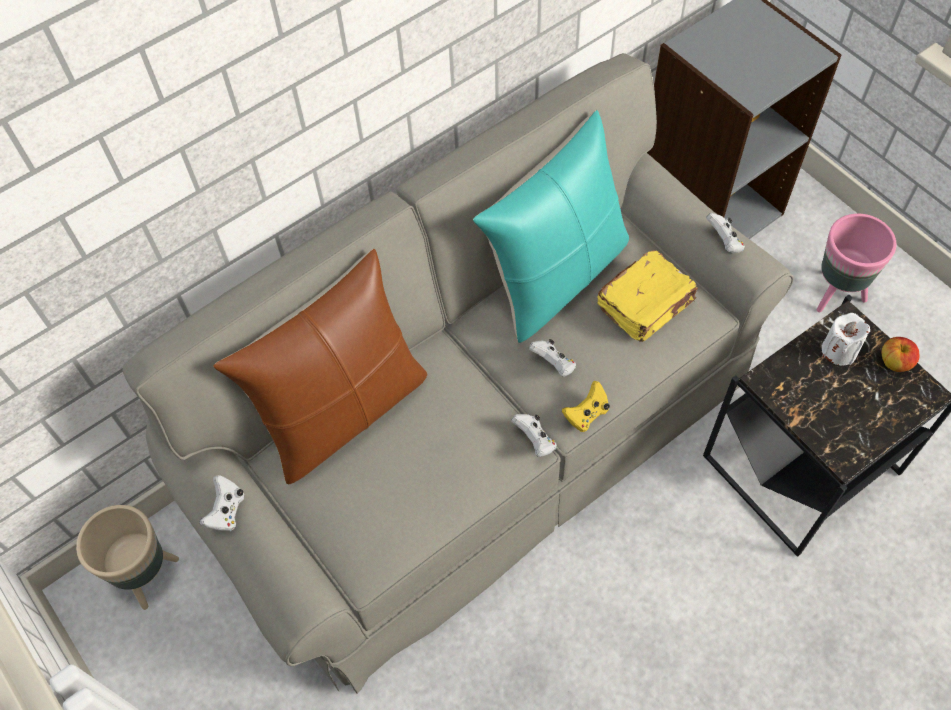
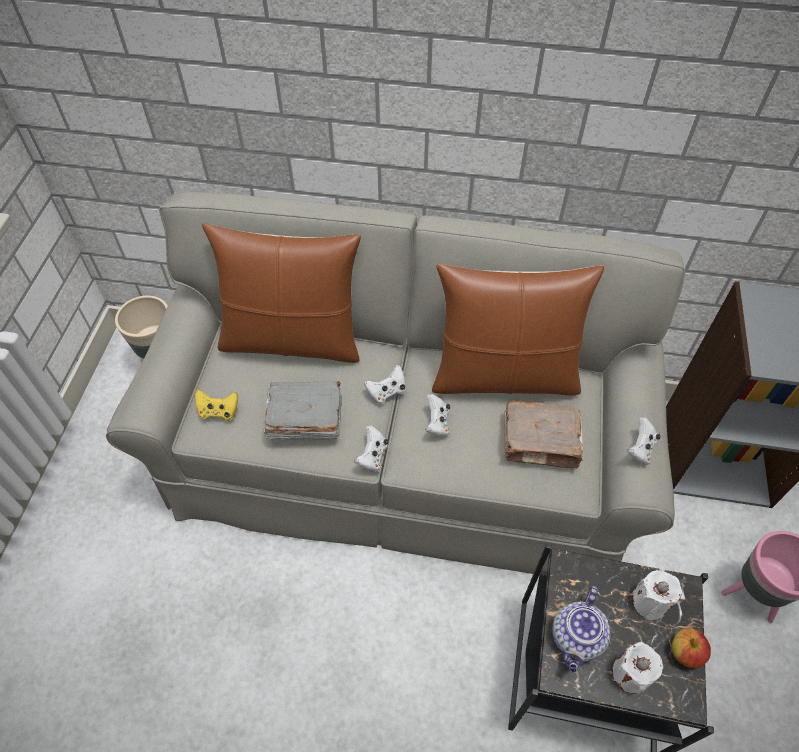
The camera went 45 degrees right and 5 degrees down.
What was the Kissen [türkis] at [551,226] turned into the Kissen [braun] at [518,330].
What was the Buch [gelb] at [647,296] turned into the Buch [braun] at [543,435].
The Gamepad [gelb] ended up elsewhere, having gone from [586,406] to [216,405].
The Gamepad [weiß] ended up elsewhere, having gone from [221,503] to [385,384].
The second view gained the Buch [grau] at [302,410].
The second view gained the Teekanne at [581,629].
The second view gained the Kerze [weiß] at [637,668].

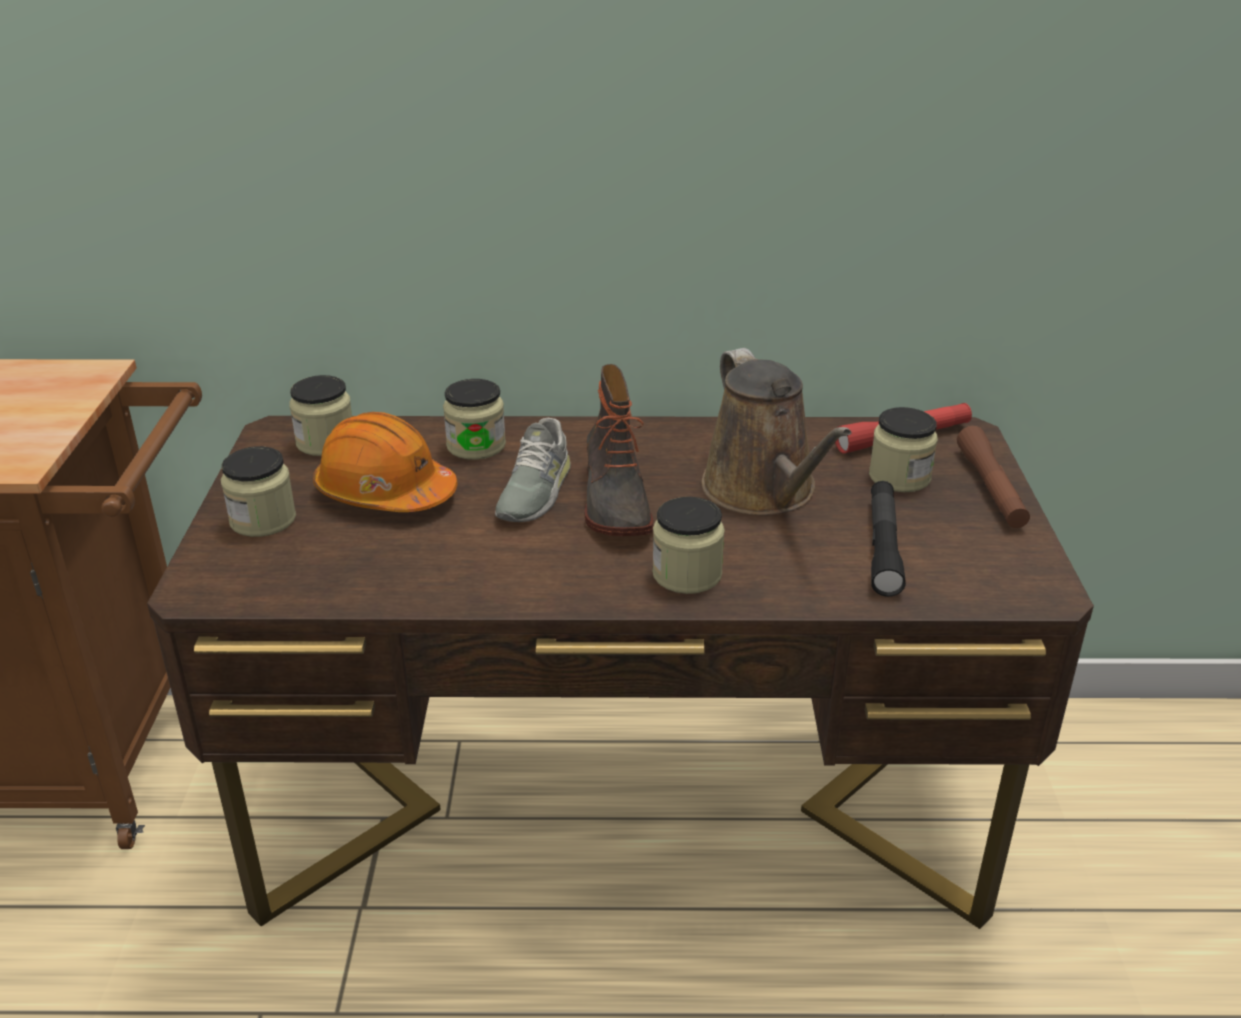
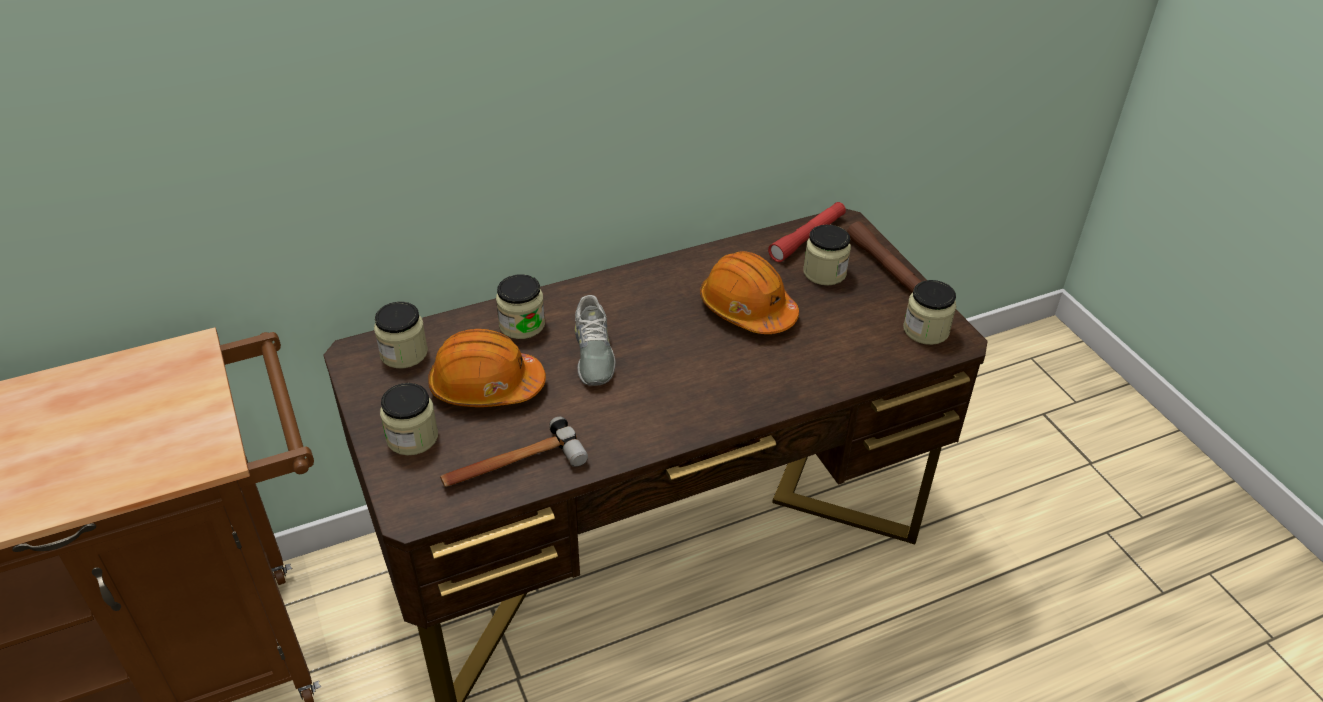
The camera went 25 degrees left and 10 degrees up.
Where the Gießkanne [braun] stood at [777,431], the Schutzhelm [orange] came to stand at [749,292].
The second view lost the Stiefel at [619,450].
The second view lost the Taschenlampe [schwarz] at [888,539].
The Vorratsglas ended up elsewhere, having gone from [688,545] to [930,312].
The second view gained the Hammer at [514,452].

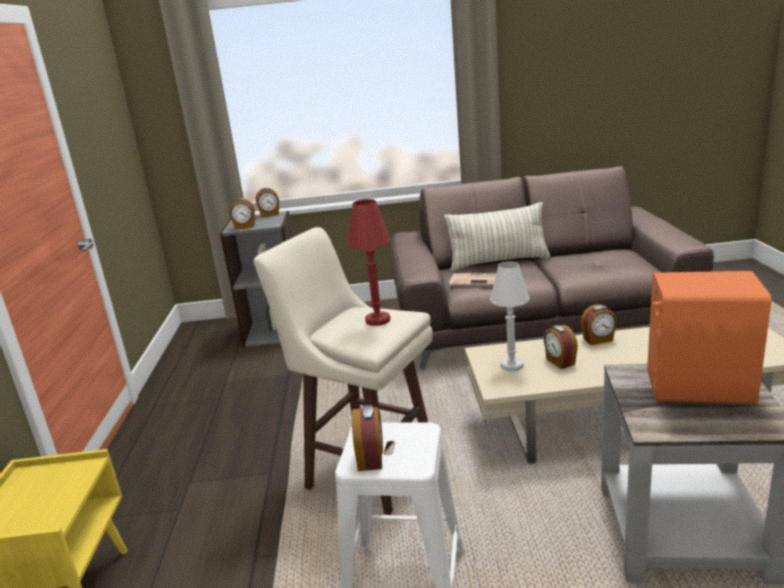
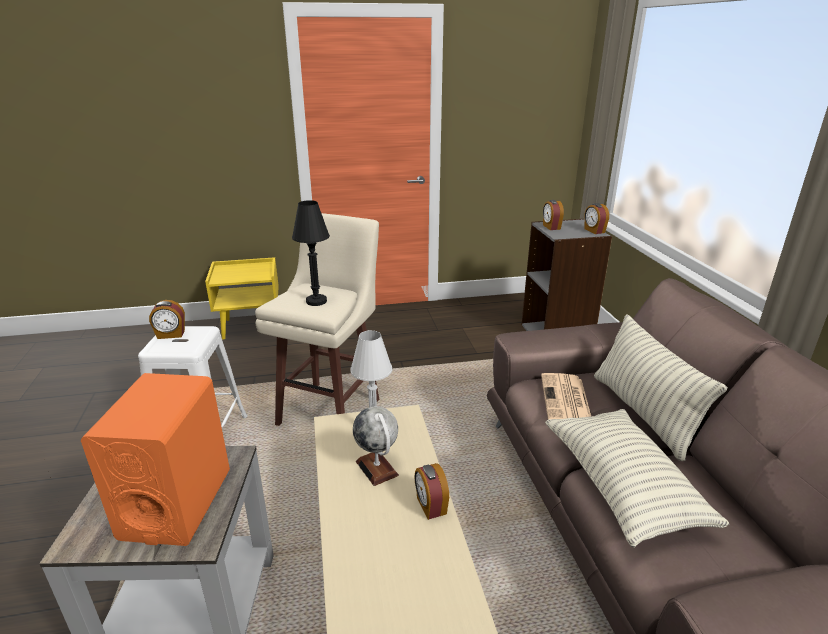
The camera went 80 degrees right and 5 degrees up.
What was the Tischlampe [rot] at [369,262] turned into the Tischlampe [schwarz] at [311,253].
Where the Wecker stood at [561,347], the Globus came to stand at [376,446].
The second view gained the Kissen at [637,478].

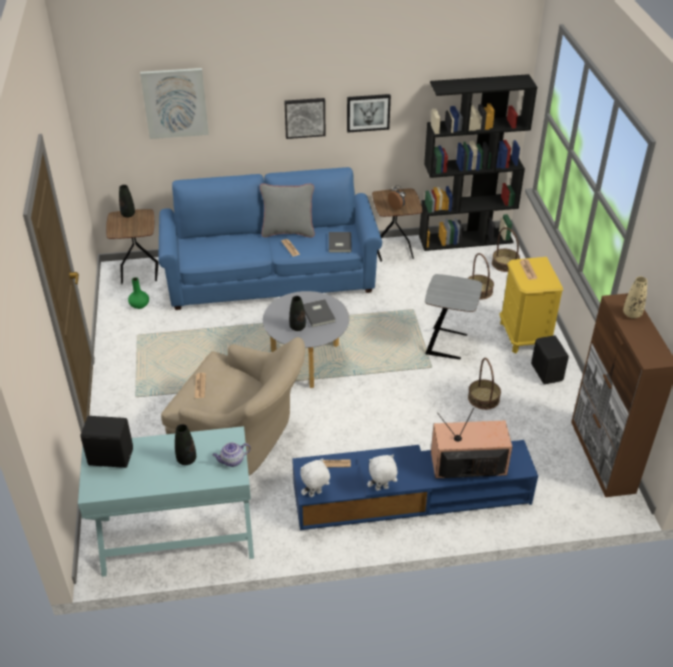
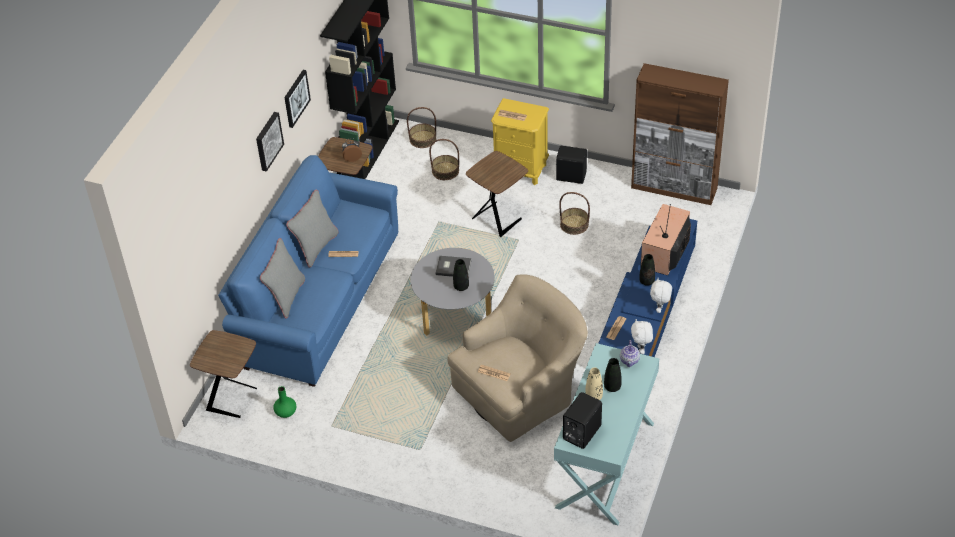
The camera went 60 degrees left and 5 degrees up.
The second view lost the Bild at [174,103].
The Vase [schwarz] ended up elsewhere, having gone from [127,201] to [647,270].
The second view lost the Buch [grau] at [340,242].
What was the Beistelltisch [grau] at [453,316] turned into the Beistelltisch [braun] at [497,194].
The Vase [beige] ended up elsewhere, having gone from [635,297] to [594,384].
The second view gained the Kissen [grau] at [282,278].

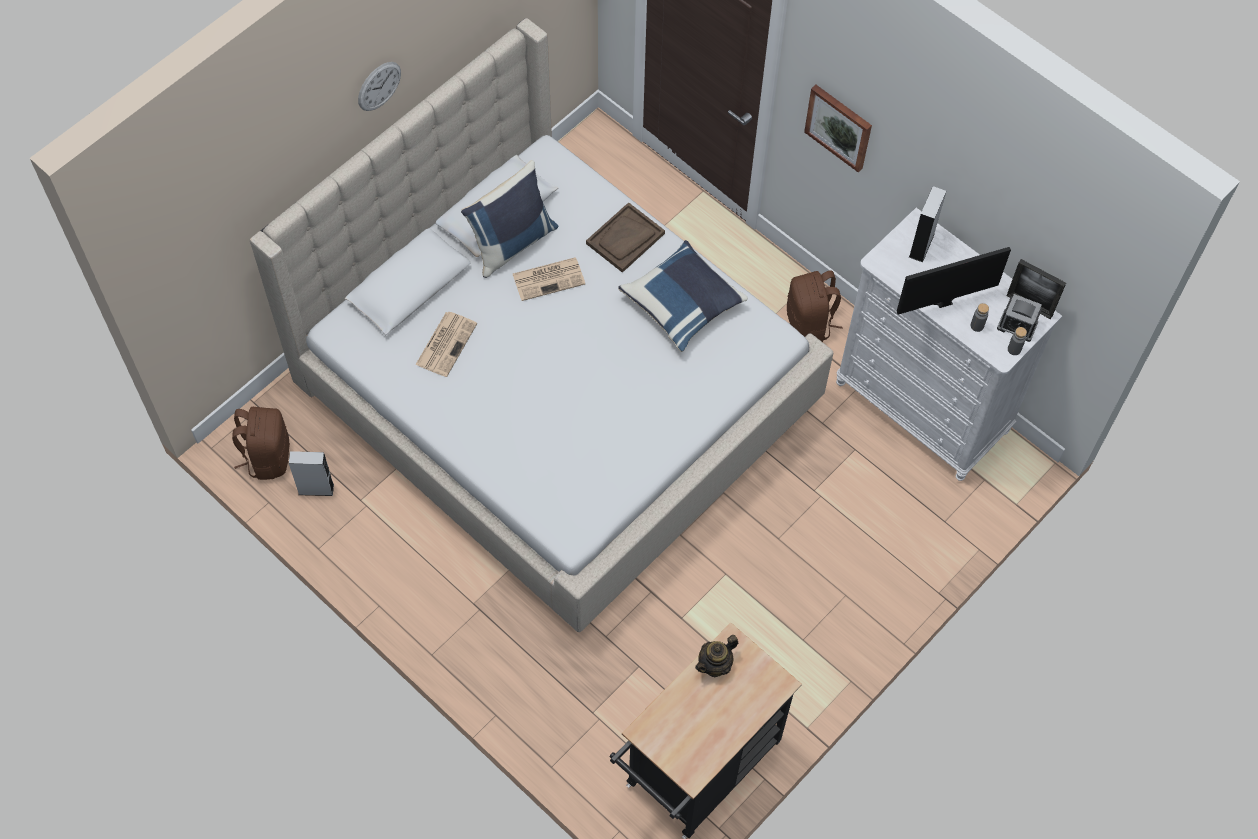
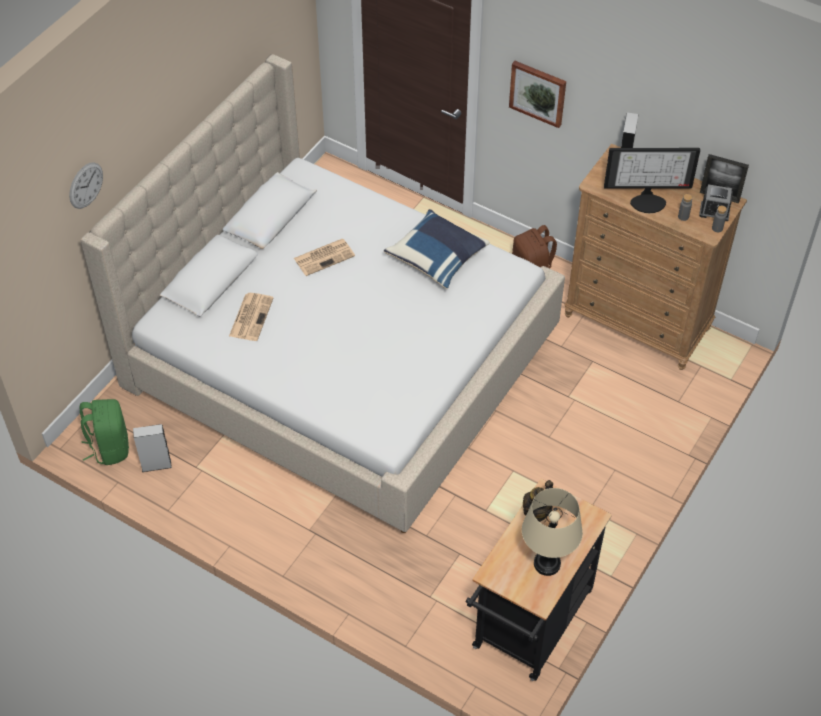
The camera went 10 degrees left and 10 degrees down.
The Wanduhr ended up elsewhere, having gone from [379,86] to [86,186].
The second view lost the Kissen [blau] at [509,219].
The second view lost the Tablett [braun] at [625,237].
What was the Kommode [weiß] at [949,344] turned into the Kommode [braun] at [656,257].
The Monitor at [954,281] ended up facing another way, 150 degrees counterclockwise from before.
What was the Rucksack [braun] at [261,443] turned into the Rucksack [grün] at [104,432].
The second view gained the Tischlampe [beige] at [552,532].

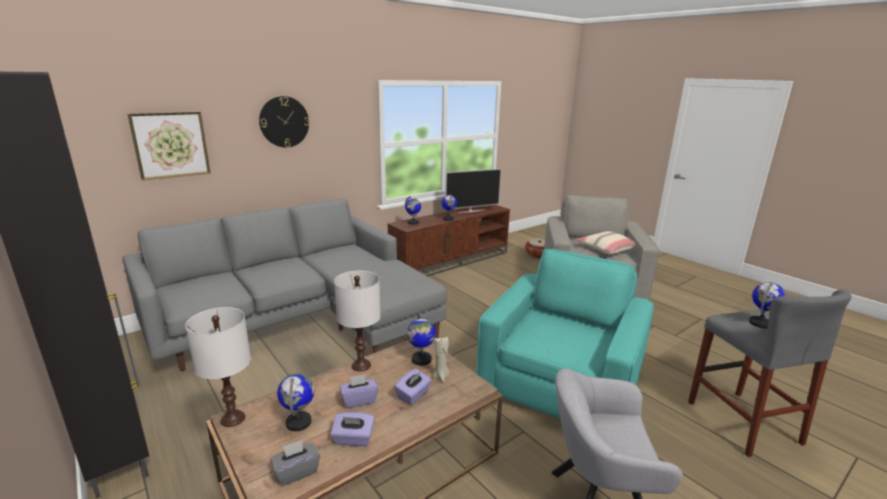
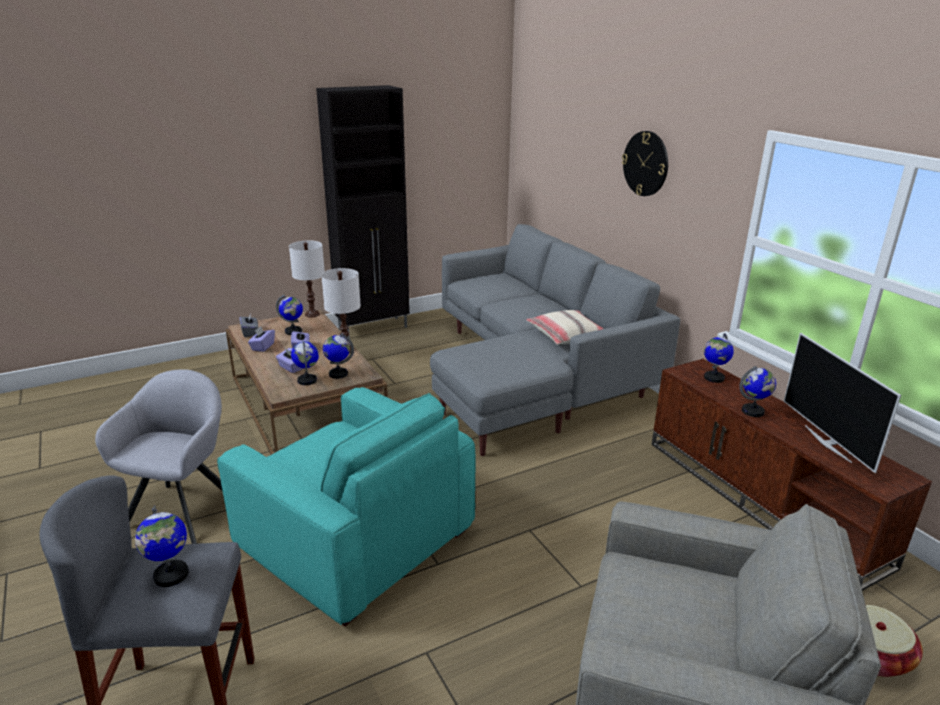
The camera went 100 degrees right and 5 degrees up.
The second view lost the Bild at [169,146].
The Kissen [beige] ended up elsewhere, having gone from [605,243] to [565,327].
Where the Kerze [beige] stood at [441,359], the Globus came to stand at [305,363].

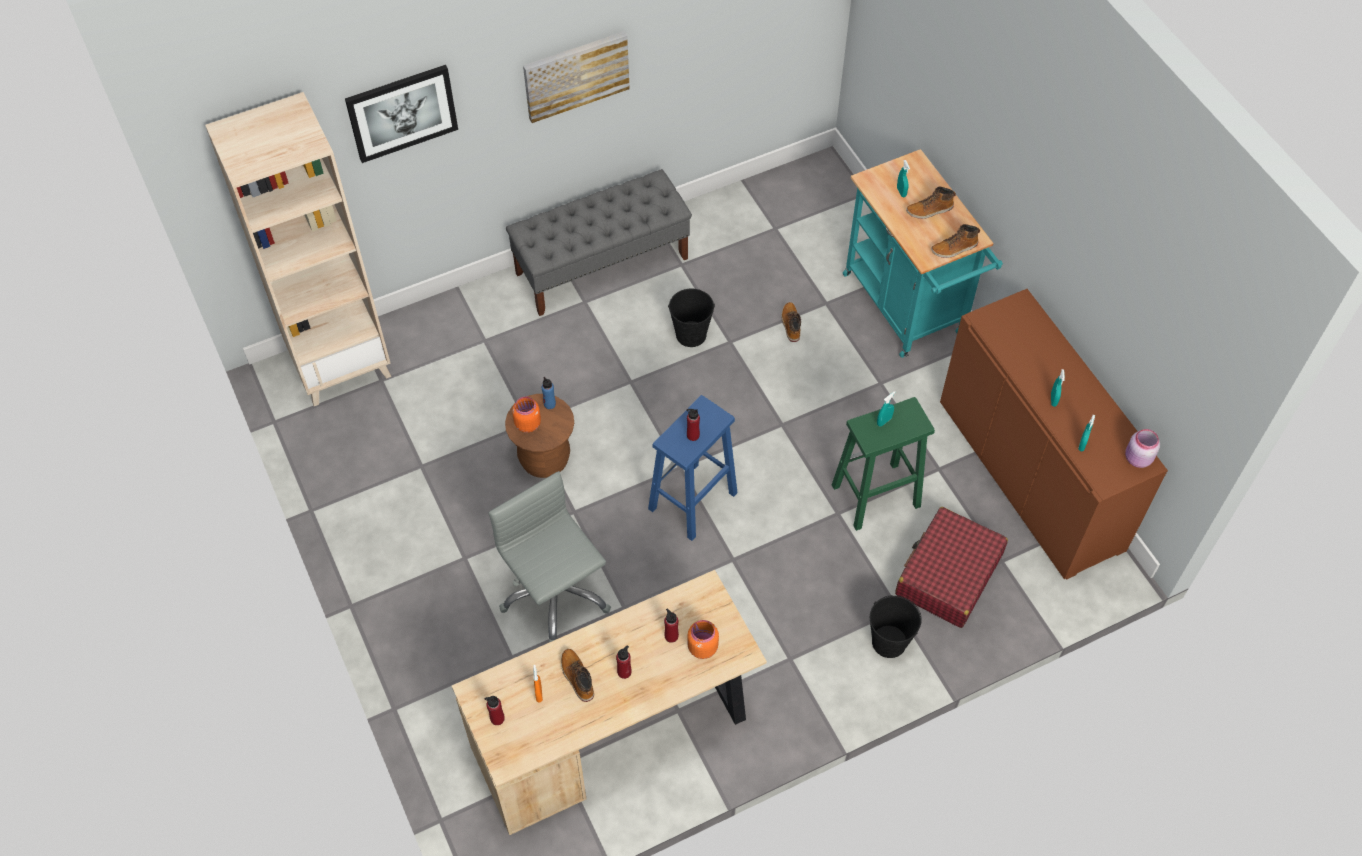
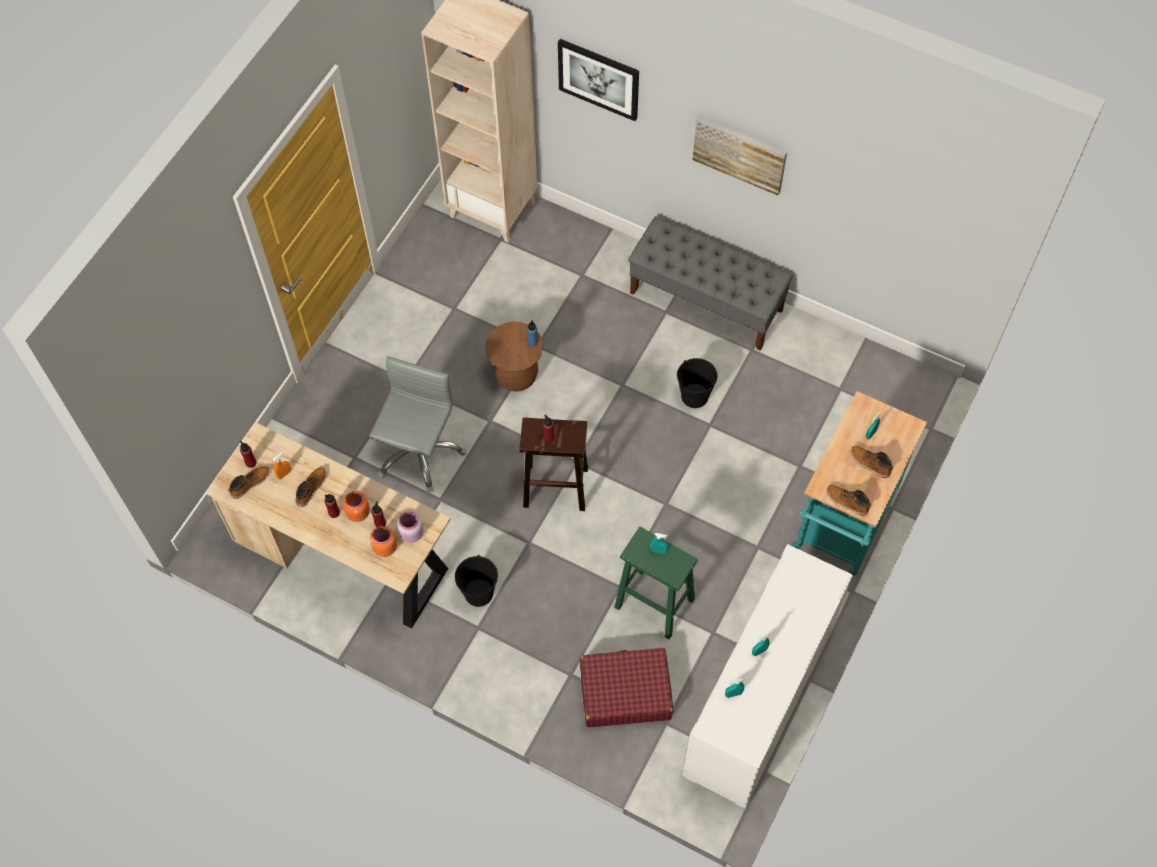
The camera went 55 degrees right and 5 degrees up.
What was the Schrank [braun] at [1054,434] turned into the Schrank [weiß] at [767,676].
The Stiefel ended up elsewhere, having gone from [791,322] to [249,482].
What was the Hocker [blau] at [693,468] turned into the Hocker [braun] at [553,464].
The Vorratsglas [orange] ended up elsewhere, having gone from [526,415] to [356,506].
The Vorratsglas [rosa] ended up elsewhere, having gone from [1142,448] to [410,527].
The Eimer [schwarz] ended up elsewhere, having gone from [896,626] to [476,581].

